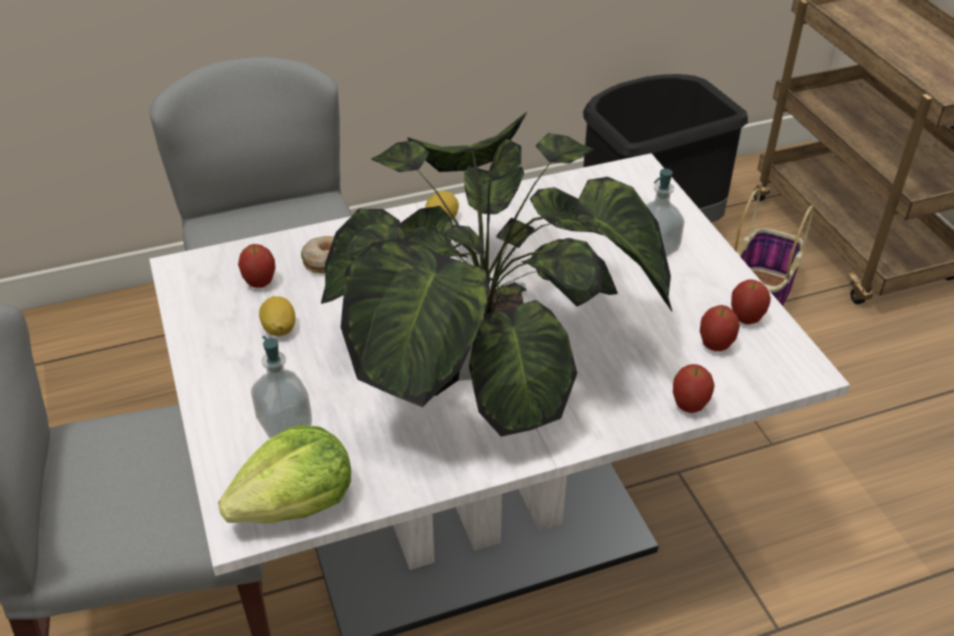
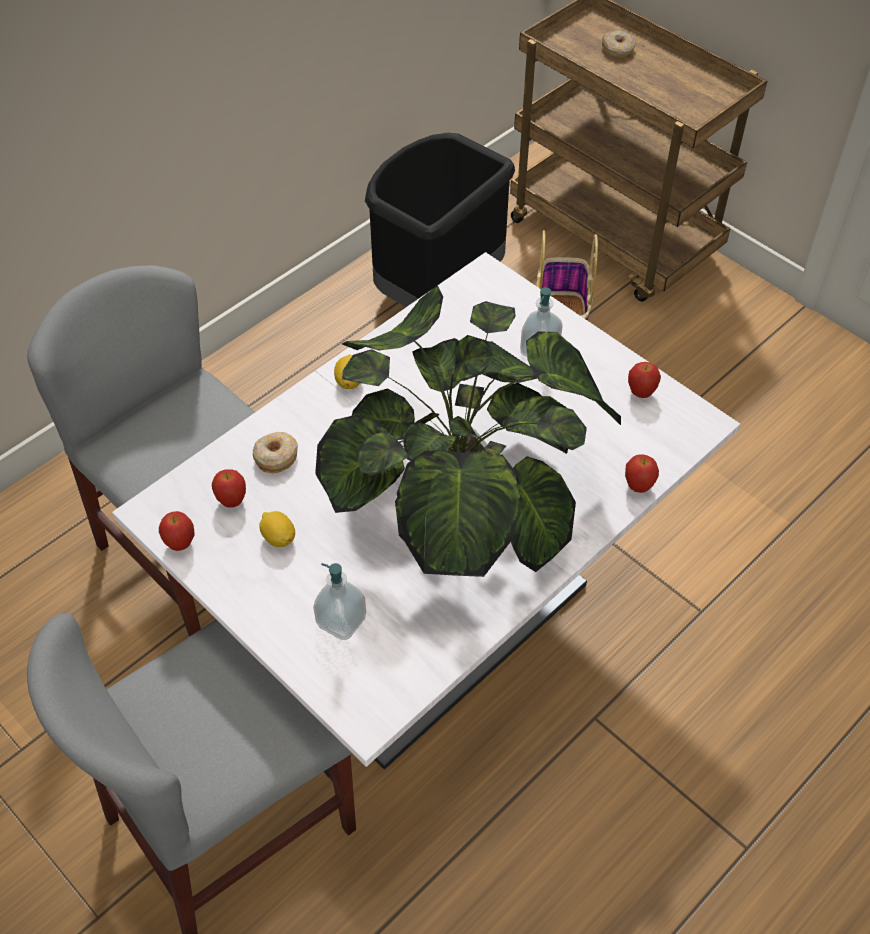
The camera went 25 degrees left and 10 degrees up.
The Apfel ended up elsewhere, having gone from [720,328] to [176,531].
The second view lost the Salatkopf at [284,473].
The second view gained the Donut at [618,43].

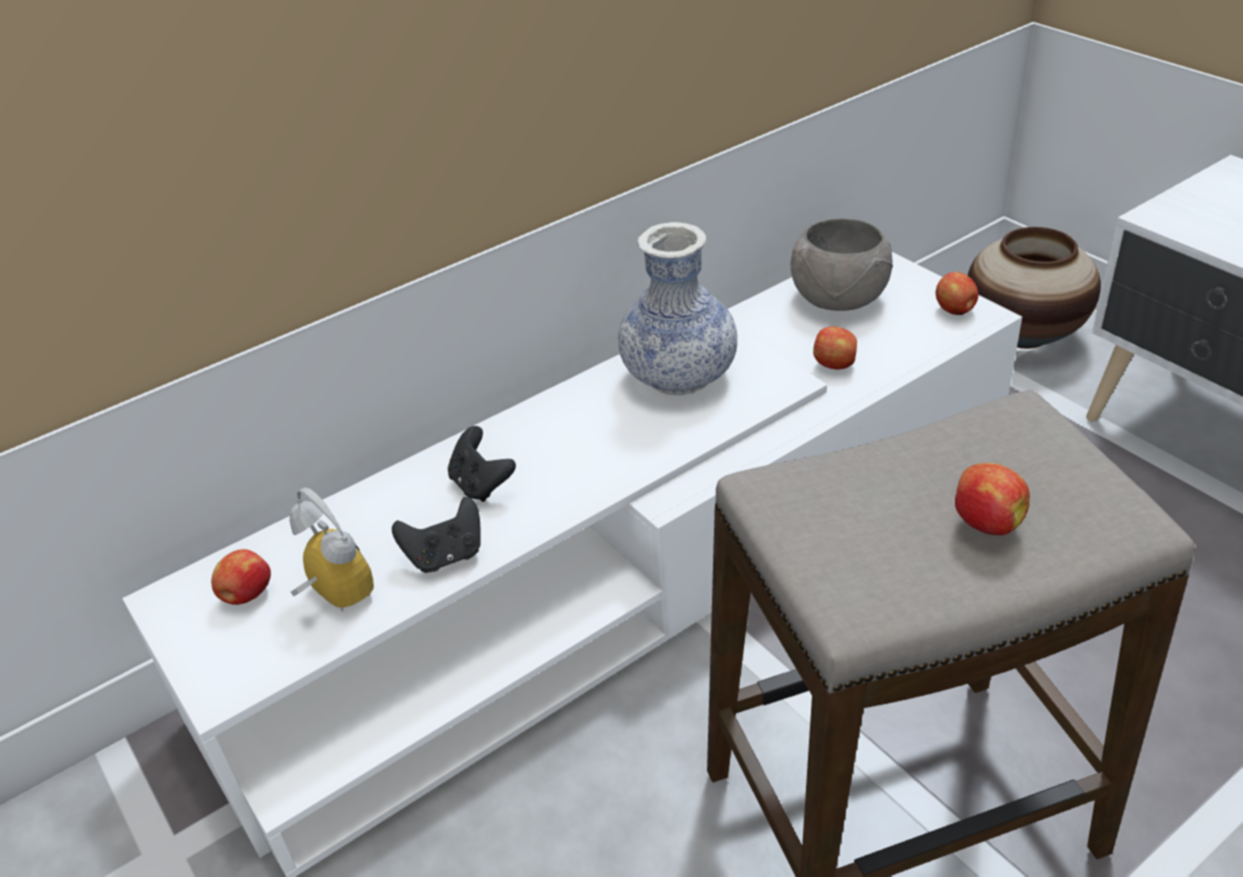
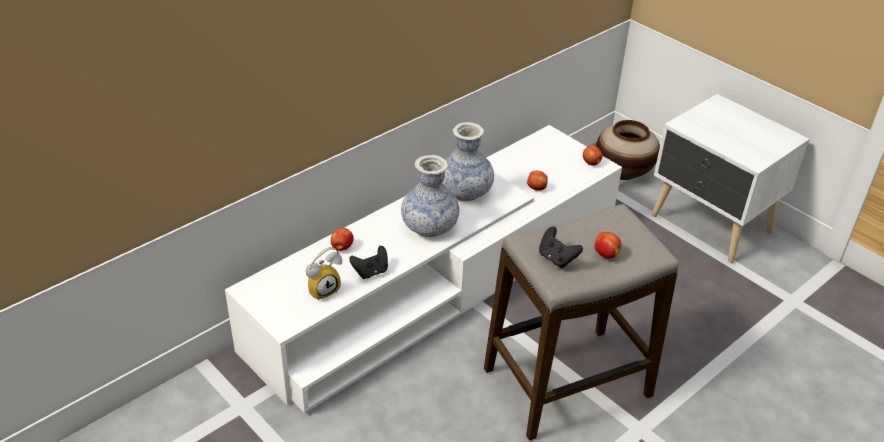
The camera went 10 degrees left and 0 degrees up.
The second view lost the Schüssel [grau] at [842,264].
The Gamepad [schwarz] ended up elsewhere, having gone from [482,464] to [561,247].
The Wecker at [332,549] ended up facing another way, 105 degrees clockwise from before.
The Apfel ended up elsewhere, having gone from [241,577] to [342,239].
The second view gained the Vase at [430,196].

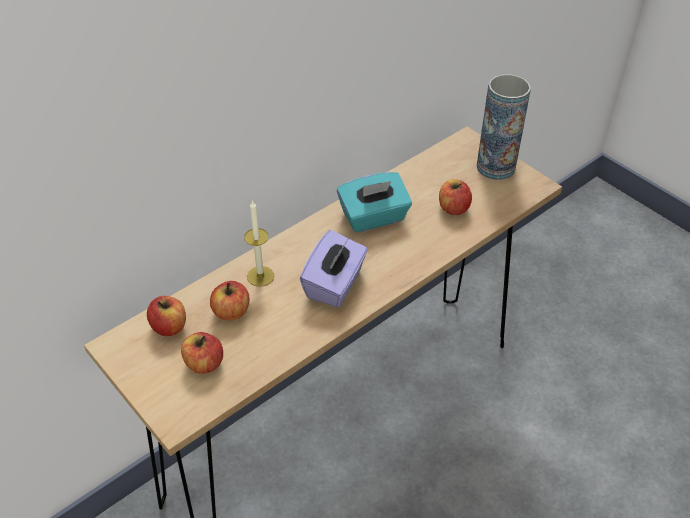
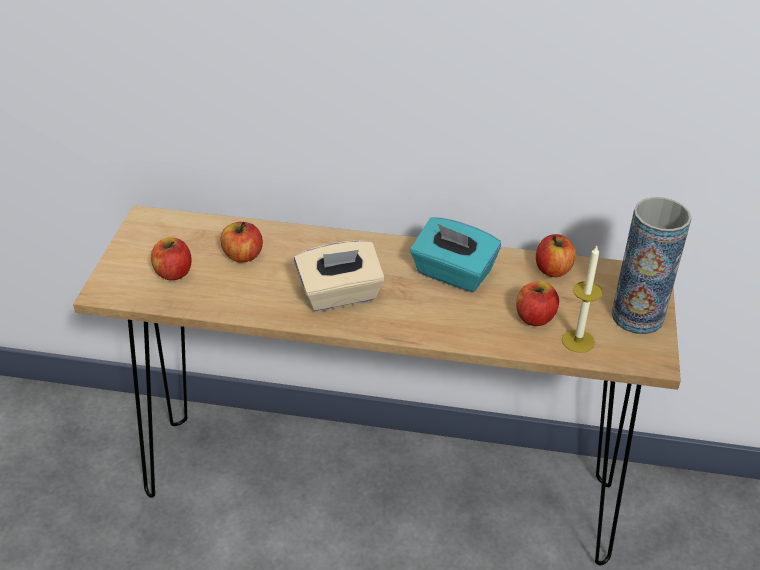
The camera went 50 degrees right and 5 degrees down.
The Kerze ended up elsewhere, having gone from [259,243] to [582,299].
What was the Taschentuchbox [lila] at [334,268] turned into the Taschentuchbox [beige] at [339,276].
The Apfel ended up elsewhere, having gone from [166,316] to [556,255].

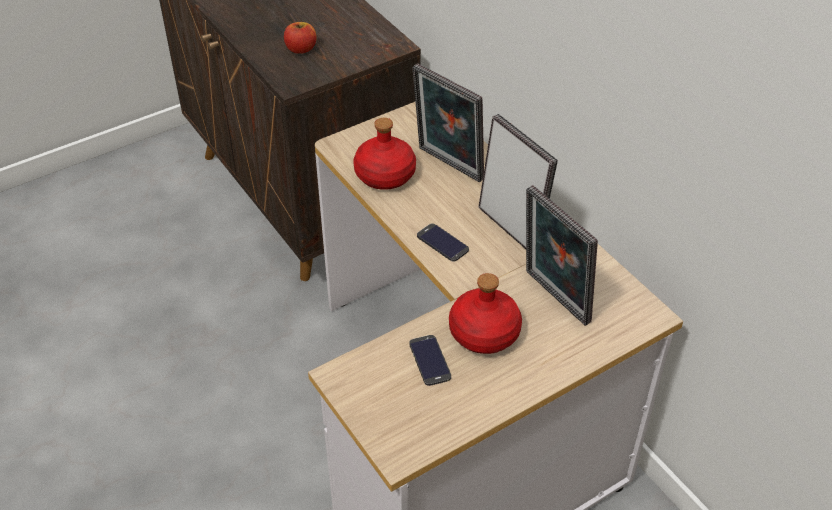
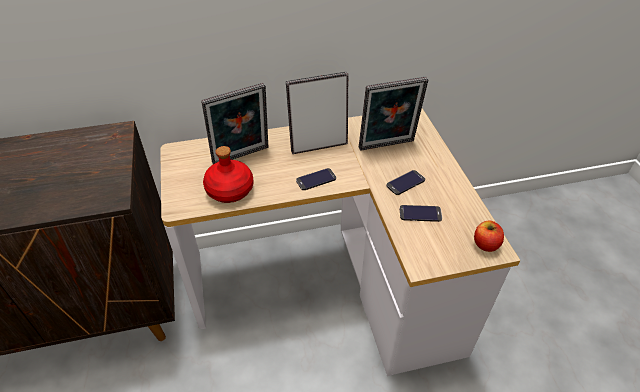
The camera went 70 degrees left and 0 degrees up.
The Apfel ended up elsewhere, having gone from [300,38] to [489,236].
Where the Flasche [rot] stood at [485,313], the Handy came to stand at [405,182].

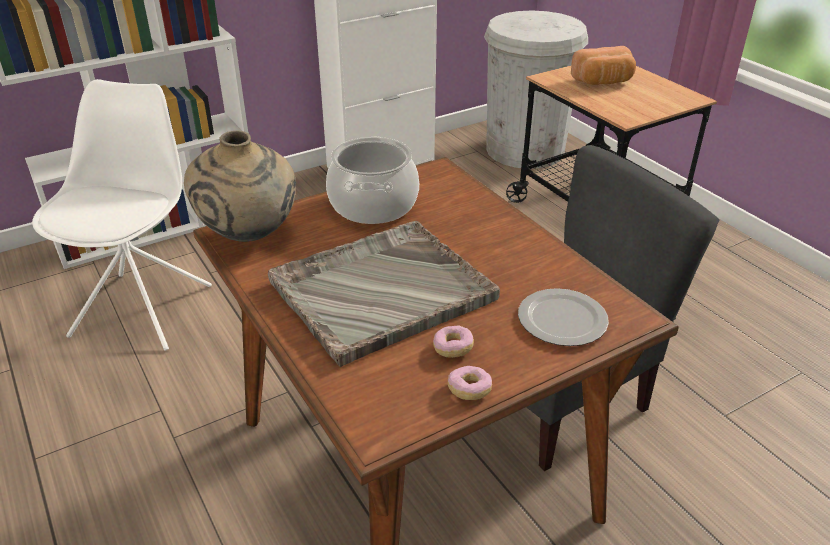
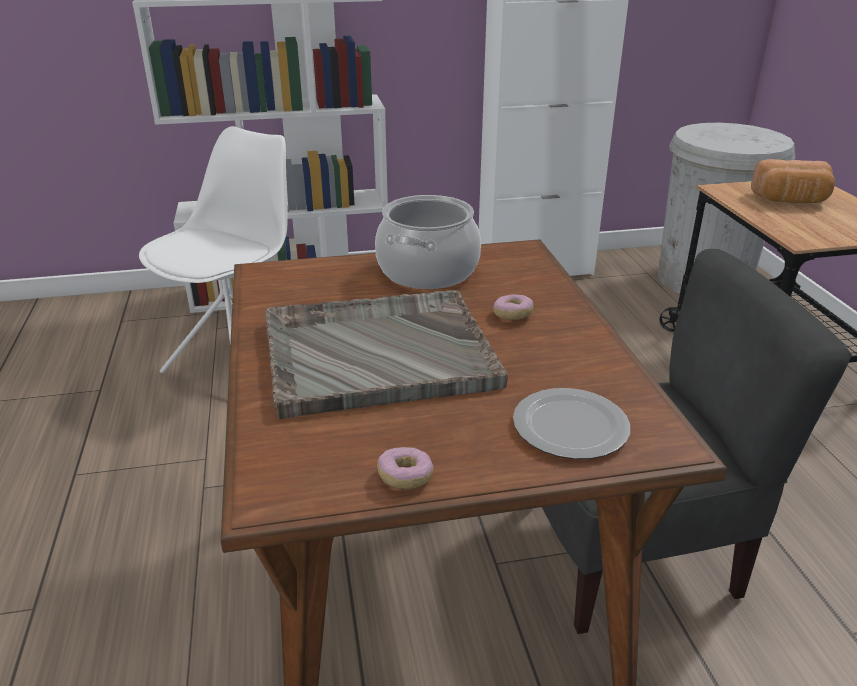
The camera went 20 degrees right and 5 degrees down.
The second view lost the Vase [beige] at [240,186].
The Donut ended up elsewhere, having gone from [453,342] to [513,307].

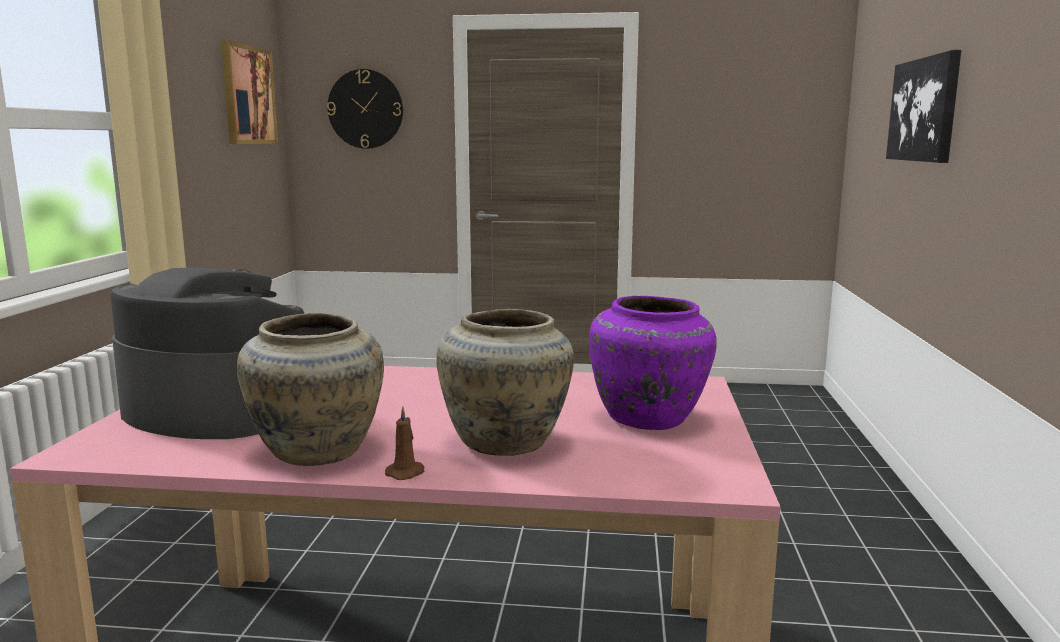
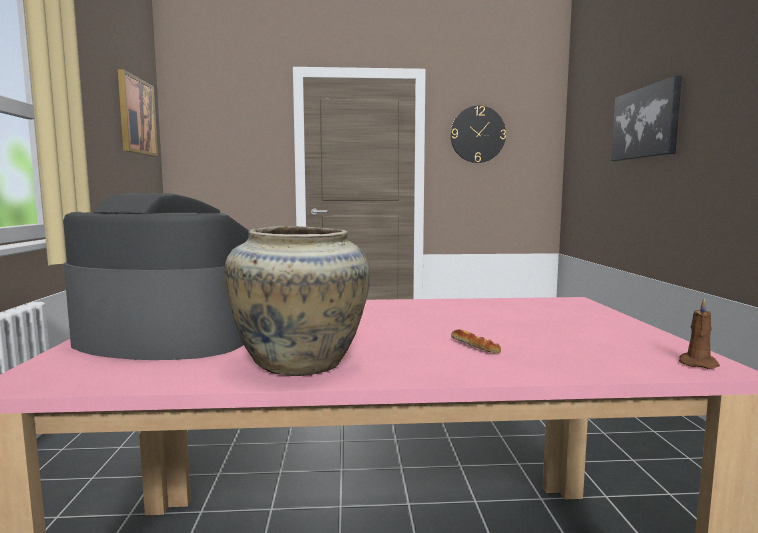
The camera went 10 degrees left and 5 degrees down.
The Wanduhr ended up elsewhere, having gone from [365,109] to [478,134].
The second view lost the Vase [lila] at [653,363].
Where the Vase [beige] stood at [505,382], the Brot came to stand at [476,341].
The Kerze [braun] ended up elsewhere, having gone from [405,443] to [699,333].

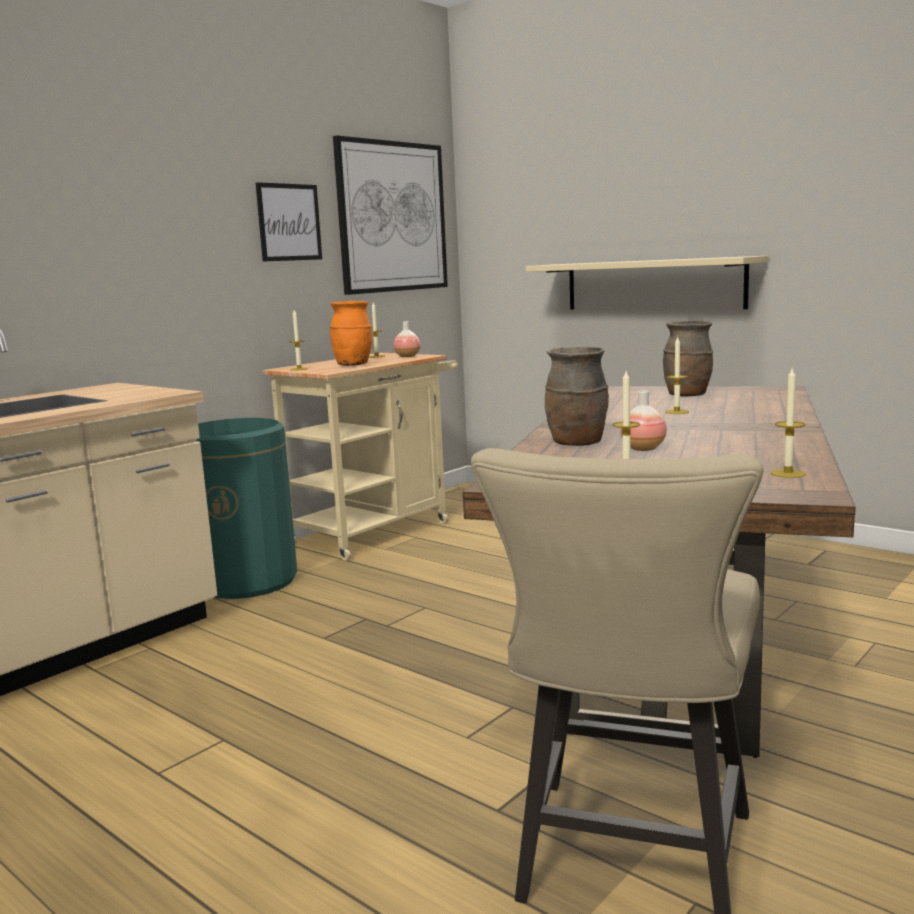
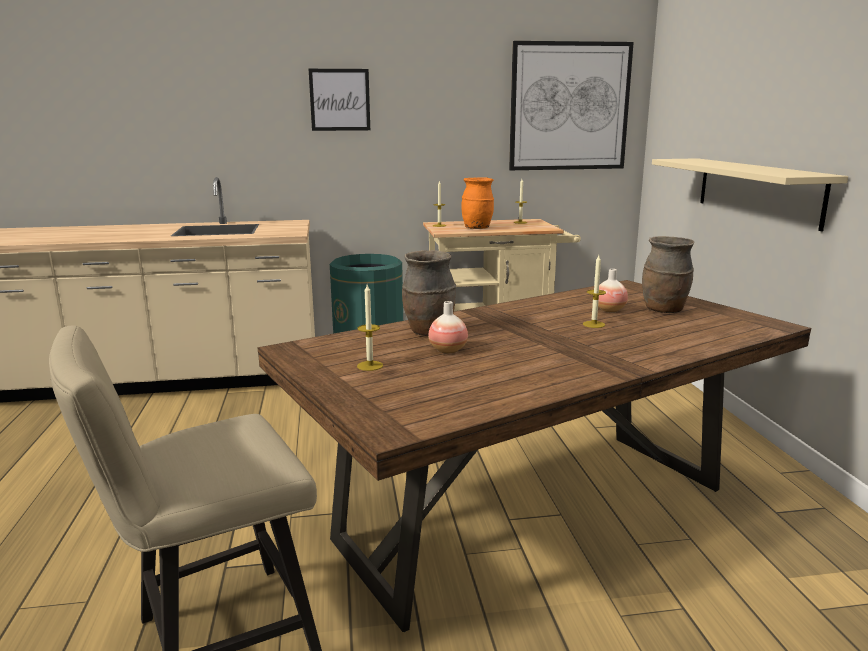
The camera went 40 degrees right and 5 degrees up.
The Bild ended up elsewhere, having gone from [289,222] to [339,100].
The Vase ended up elsewhere, having gone from [407,339] to [613,290].
The second view lost the Kerze at [788,423].

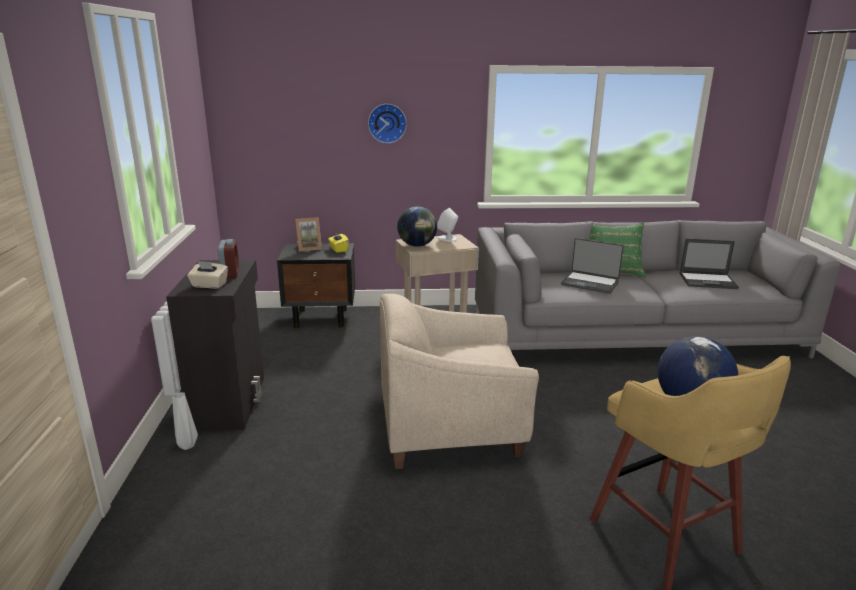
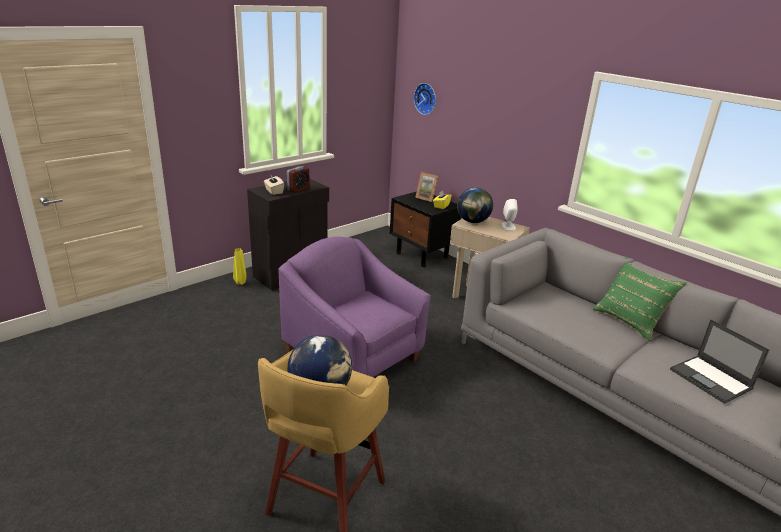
The camera went 50 degrees right and 5 degrees up.
The Wanduhr ended up elsewhere, having gone from [387,123] to [425,99].
The second view lost the Laptop at [592,266].
What was the Sessel [beige] at [459,381] turned into the Sessel [lila] at [354,306].
What was the Vase [grau] at [185,421] turned into the Vase [gelb] at [239,266].

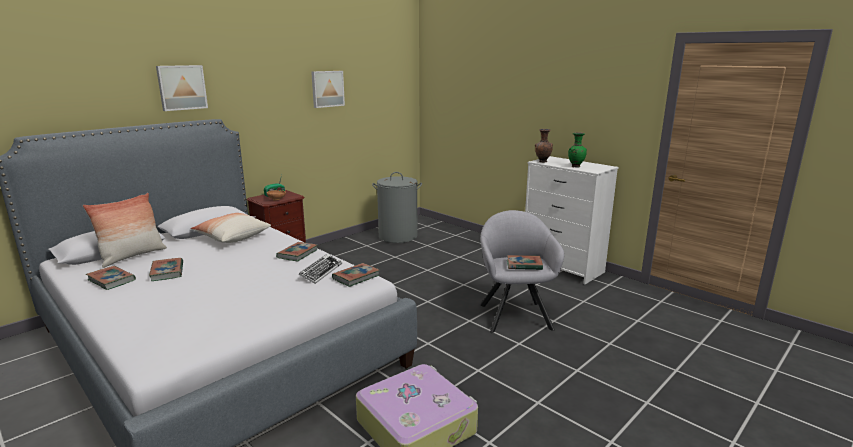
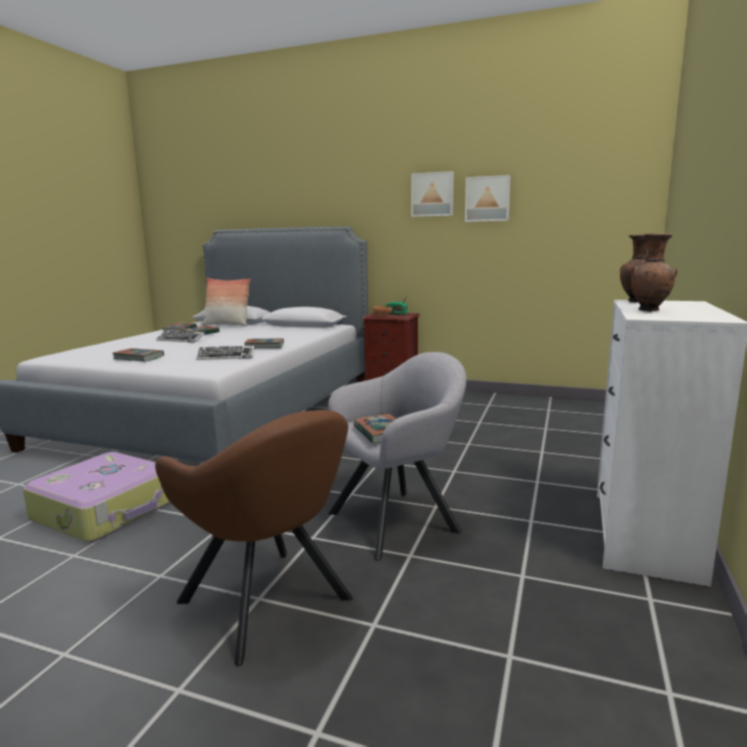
The camera went 65 degrees right and 5 degrees down.
The Bild ended up elsewhere, having gone from [182,88] to [432,194].
What was the Vase [grün] at [577,150] turned into the Vase [braun] at [654,272].
The second view lost the Wäschekorb [grau] at [397,207].
The second view lost the Kissen at [231,228].
The Buch ended up elsewhere, having gone from [356,275] to [138,355].
The second view gained the Tastatur at [180,336].
The second view gained the Sessel [braun] at [254,538].

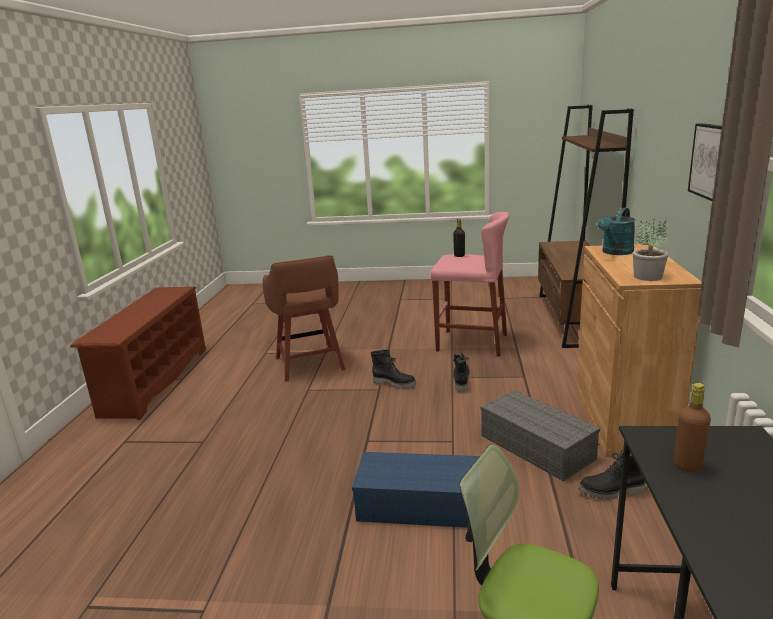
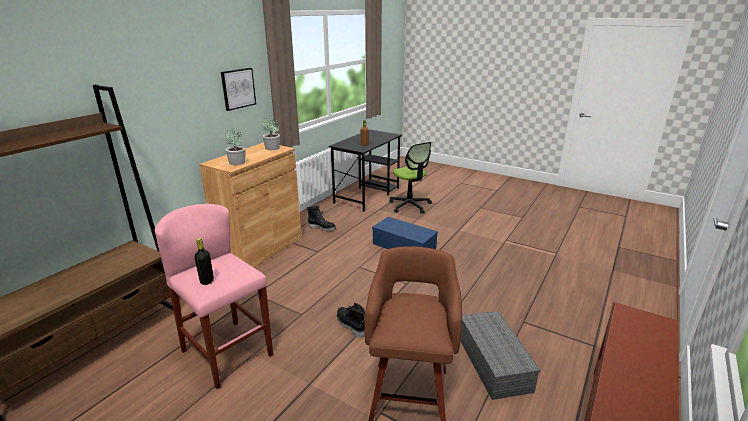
The camera went 155 degrees left and 5 degrees up.
Where the Gießkanne [türkis] stood at [616,231], the Topfpflanze came to stand at [235,147].
The second view lost the Stiefel [schwarz] at [461,372].
The Aufbewahrungsbox [grau] ended up elsewhere, having gone from [540,435] to [500,355].

